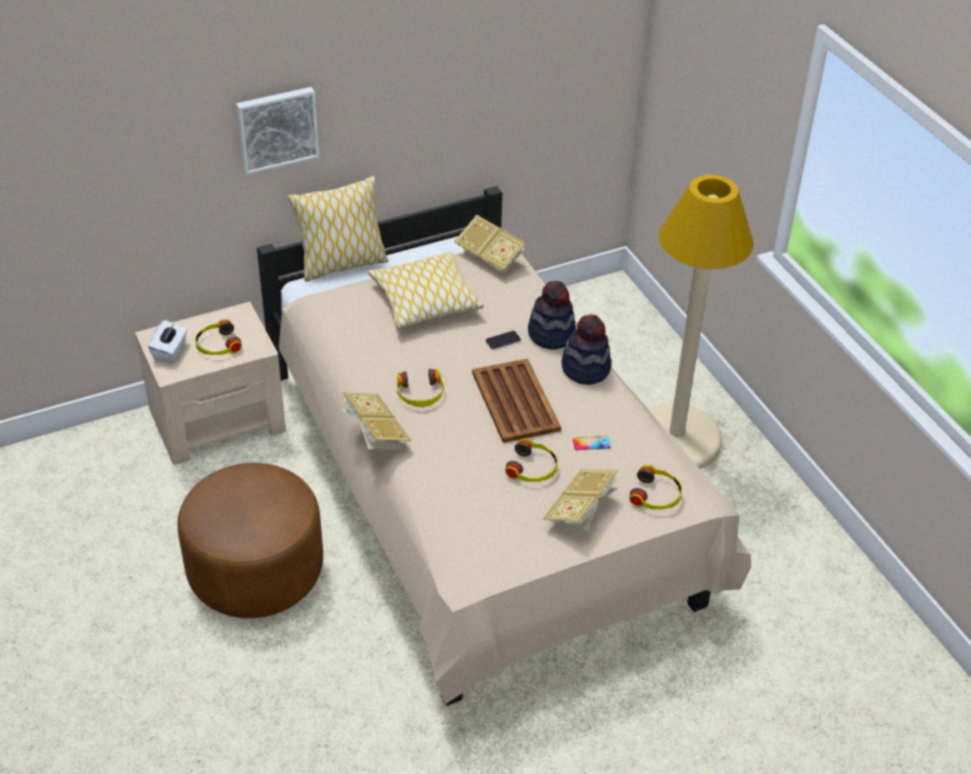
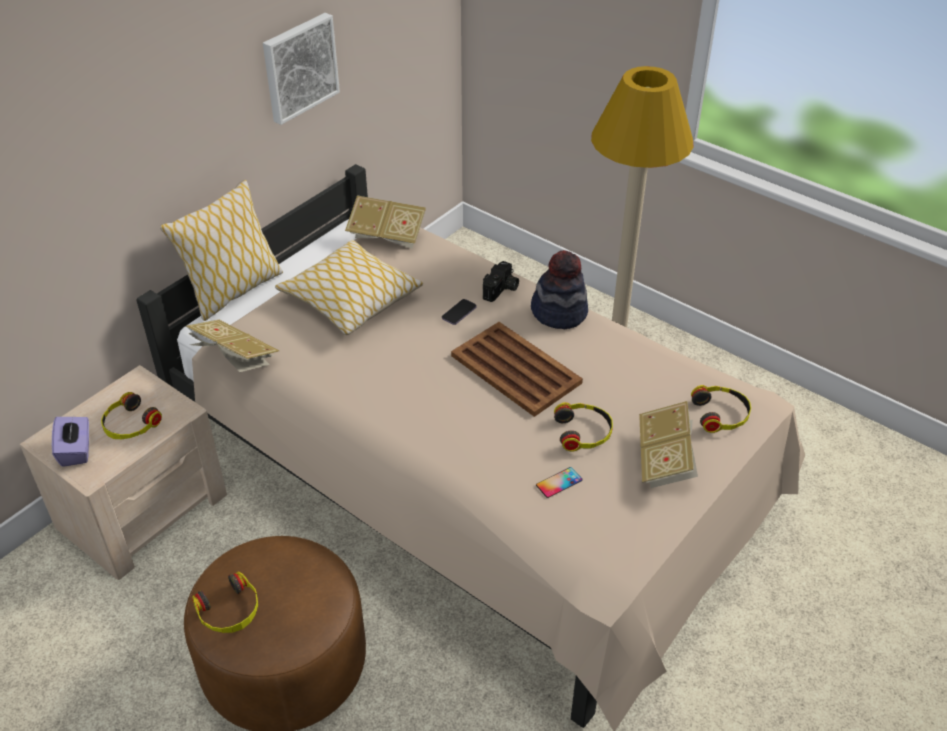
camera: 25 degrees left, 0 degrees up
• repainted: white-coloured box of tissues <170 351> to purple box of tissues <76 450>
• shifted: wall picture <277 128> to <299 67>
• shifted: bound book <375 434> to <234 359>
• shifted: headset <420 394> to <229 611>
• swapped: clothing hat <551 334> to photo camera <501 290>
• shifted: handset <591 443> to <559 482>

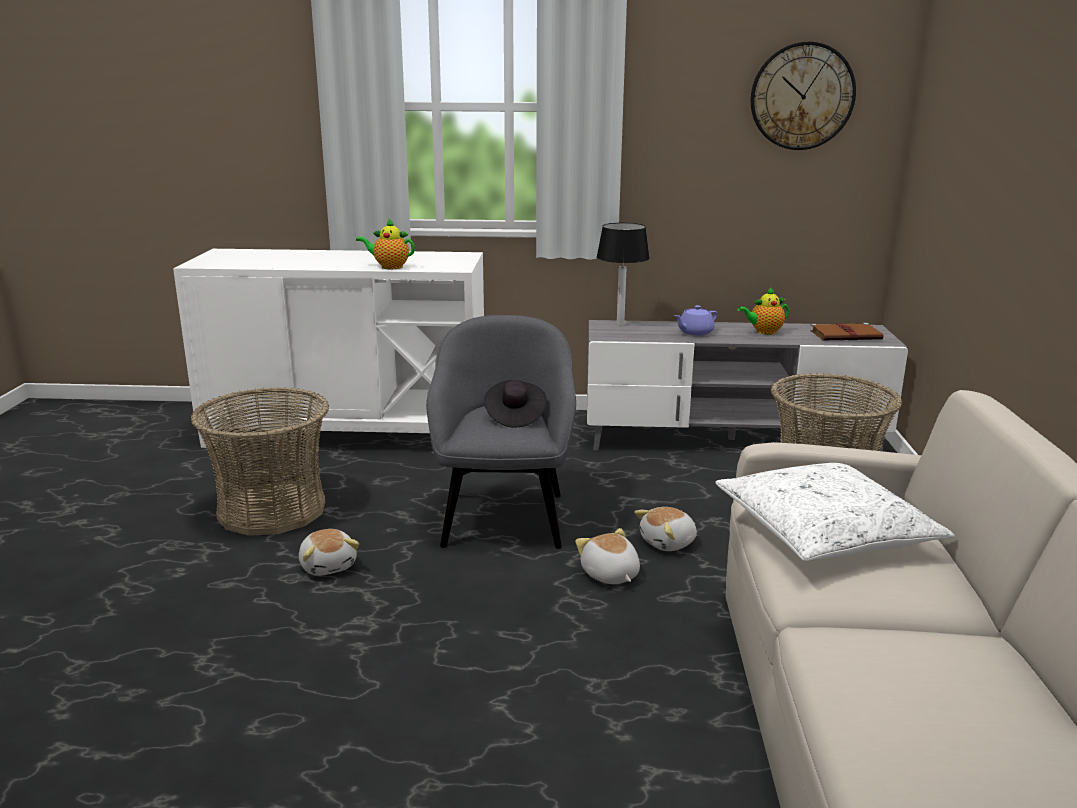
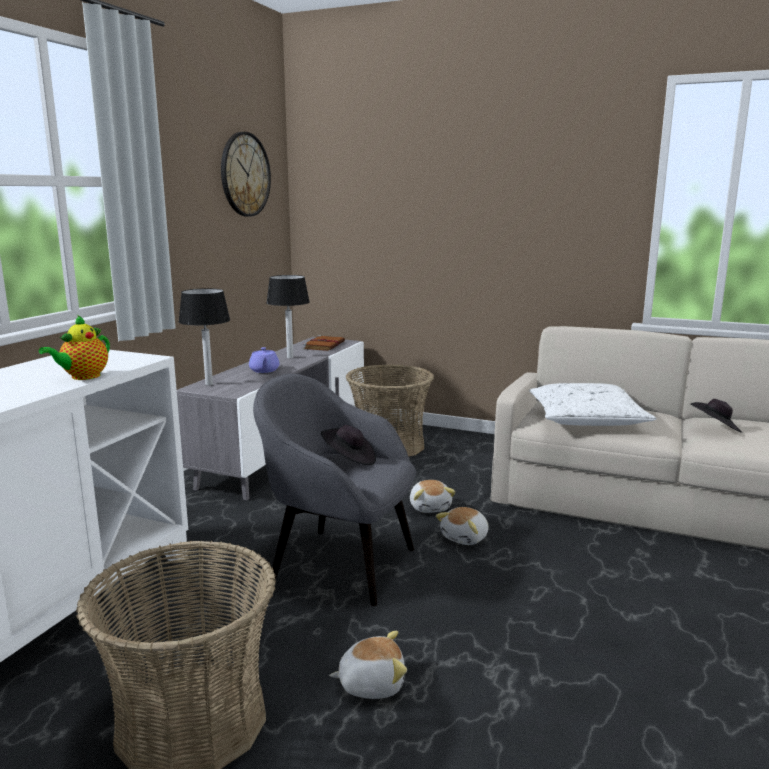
camera: 70 degrees left, 5 degrees down
• rotated: cuddly toy <609 575> = <465 538> 45 degrees counterclockwise
• swapped: tea pot <764 332> to table lamp <289 357>
• new: blackish clothing hat <715 429>

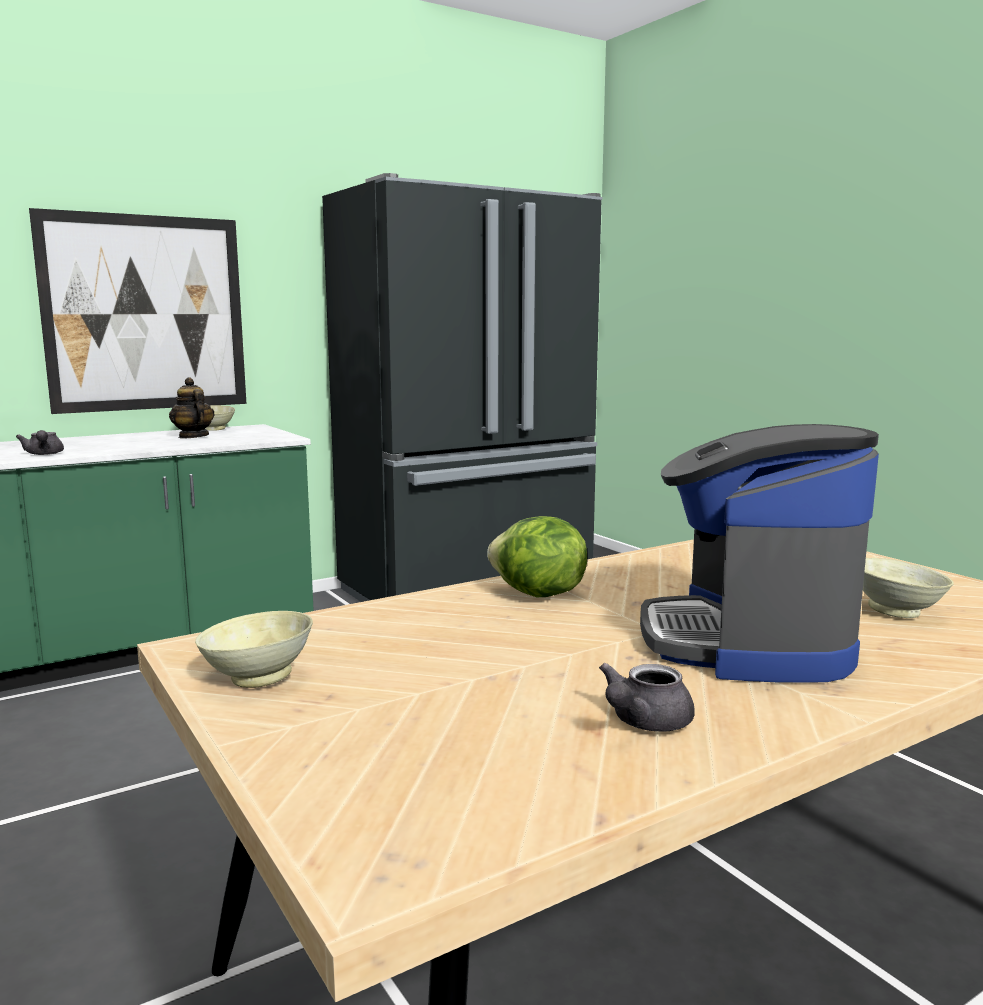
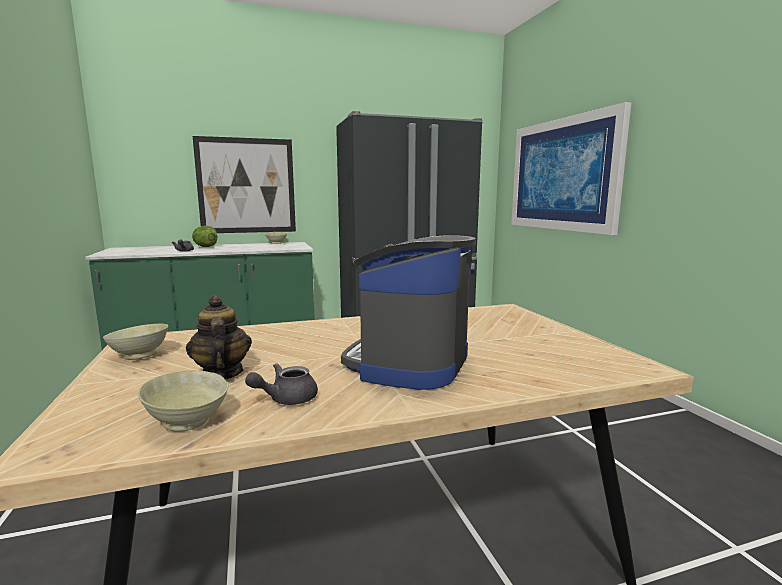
camera: 15 degrees right, 0 degrees up
• shifted: tea pot <193 436> to <221 374>
• shifted: lettuce <537 595> to <205 247>
• shifted: sand-coloured serving bowl <898 612> to <187 423>
• new: wall picture <562 175>

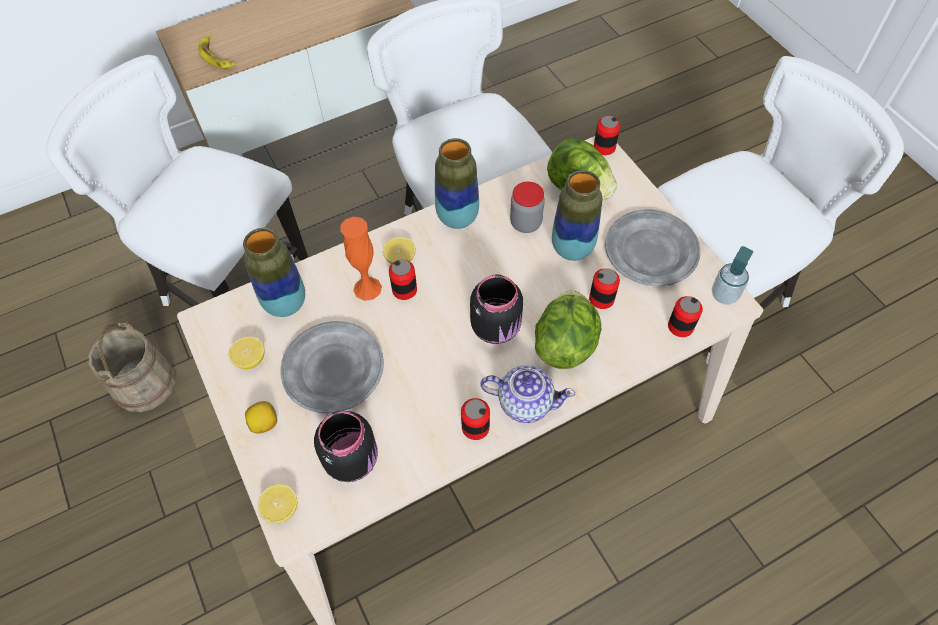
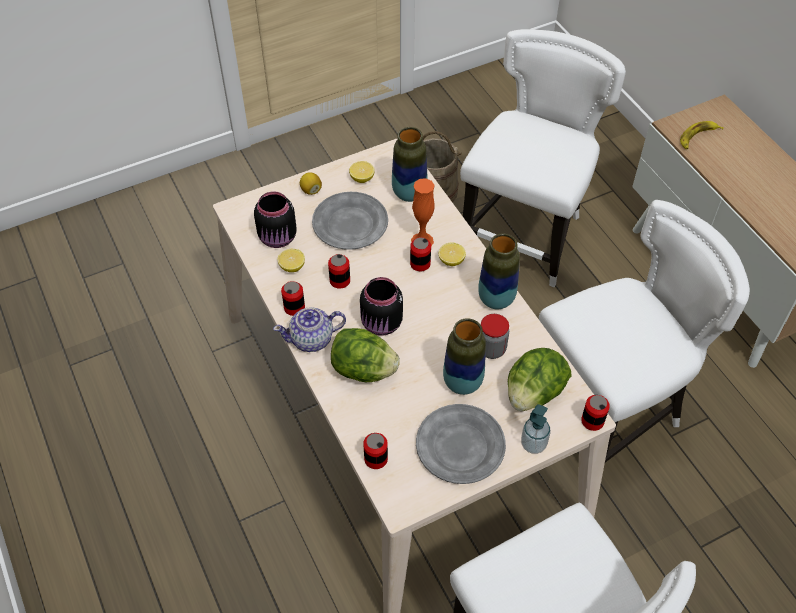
camera: 90 degrees right, 5 degrees down
• shifted: lemon <281 509> to <292 267>
• rotated: tea pot <524 402> = <312 339> 60 degrees clockwise
• shifted: can <601 299> to <340 281>
• shifted: liquid soap bottle <724 295> to <533 444>

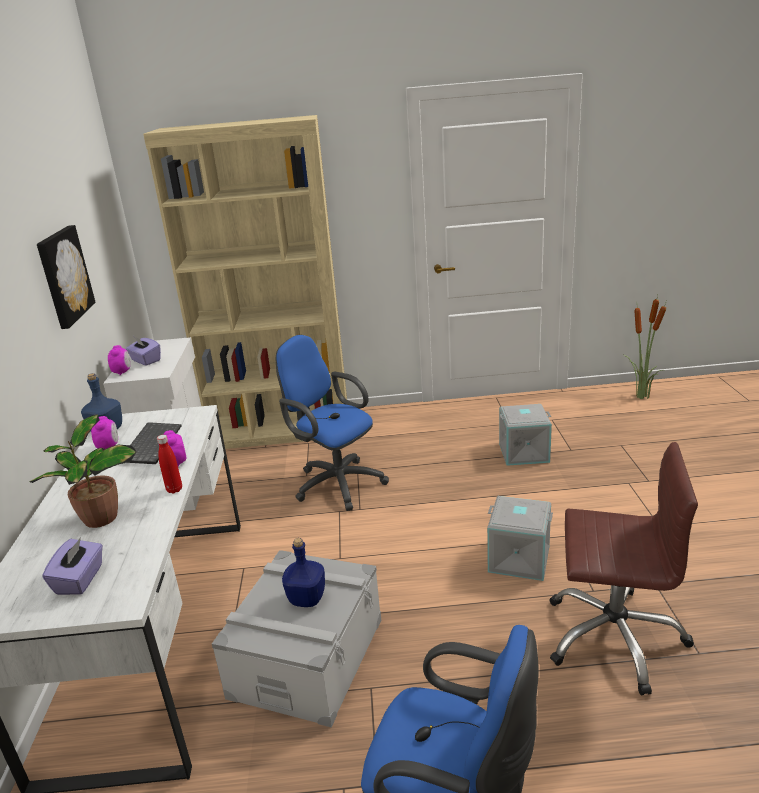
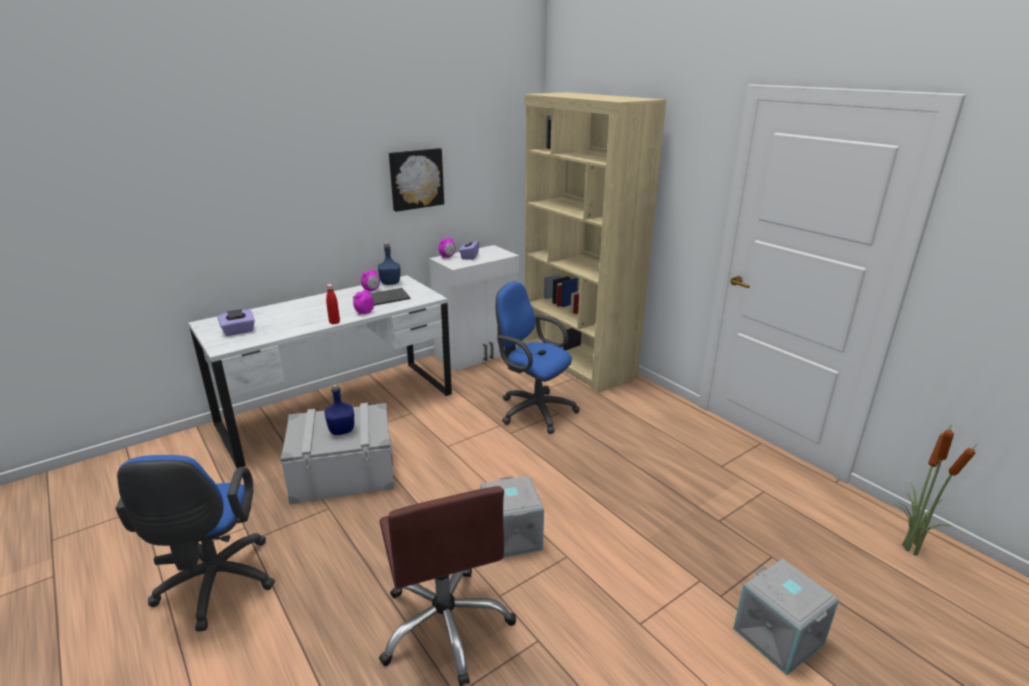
camera: 55 degrees right, 0 degrees up
• gone: houseplant <99 520>
• rotated: bluish office chair <335 483> = <533 410> 60 degrees counterclockwise
• shifted: grey storage box <524 452> to <779 636>

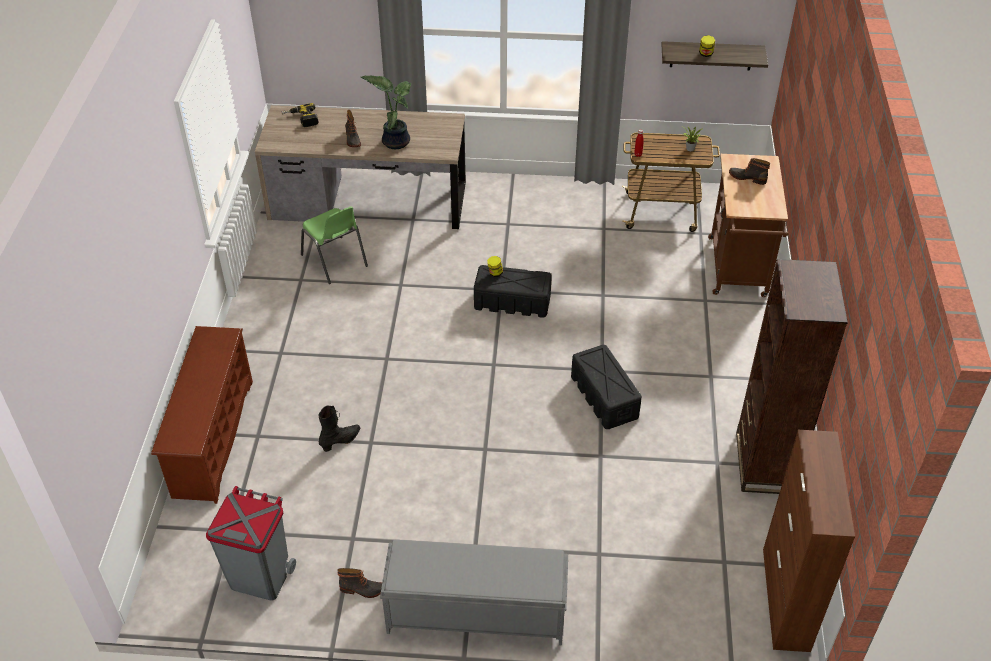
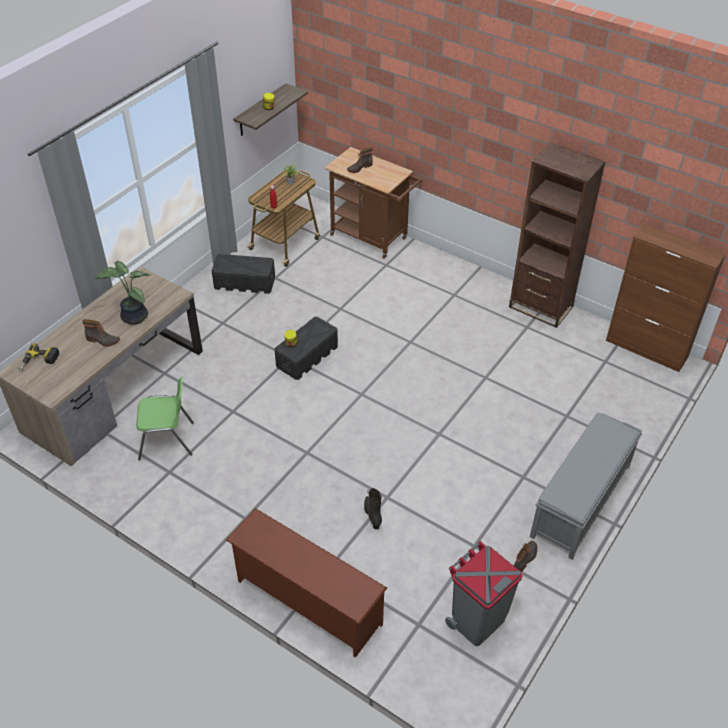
camera: 60 degrees left, 0 degrees up
• shifted: blackish storage box <604 397> to <245 283>

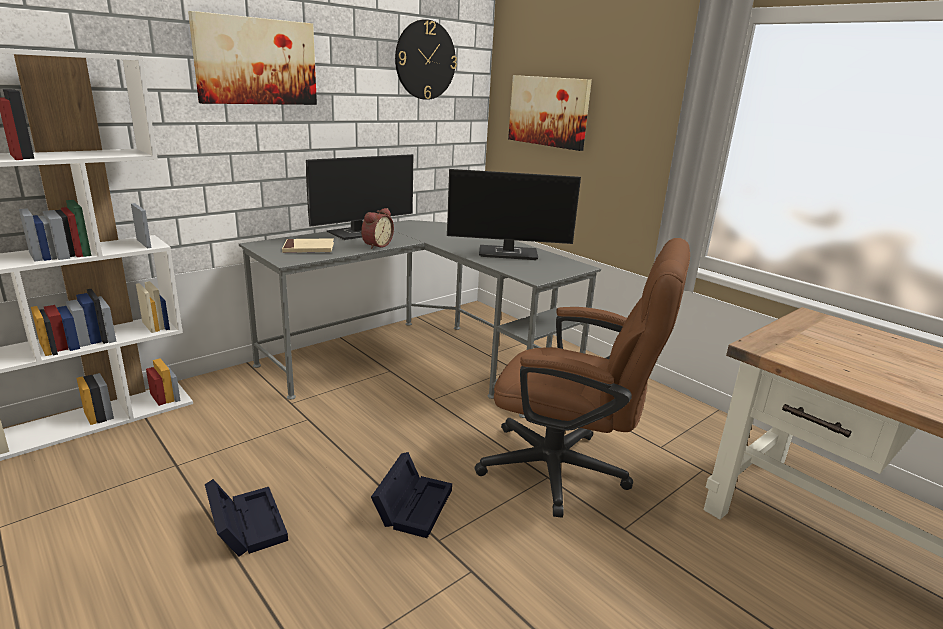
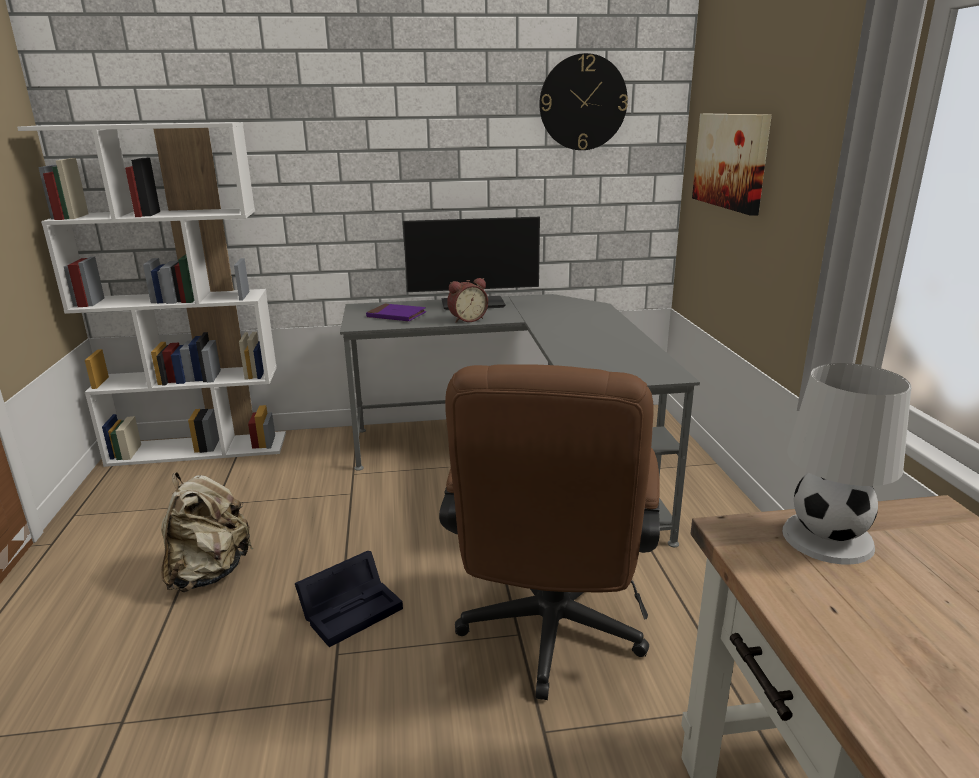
camera: 35 degrees right, 0 degrees up
• gone: wall picture <256 61>
• swapped: blackish storage box <246 524> to sand-coloured backpack <209 572>
• repainted: sand-coloured bound book <308 248> to purple bound book <396 315>
• gone: computer display <509 253>
• rotated: brown-coloured office chair <567 472> = <549 637> 45 degrees clockwise
• new: white-coloured table lamp <826 538>

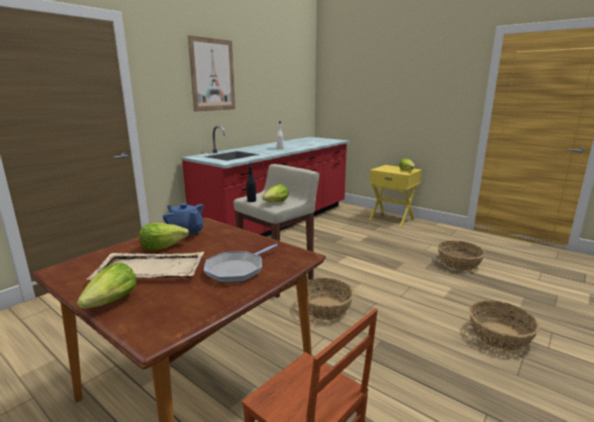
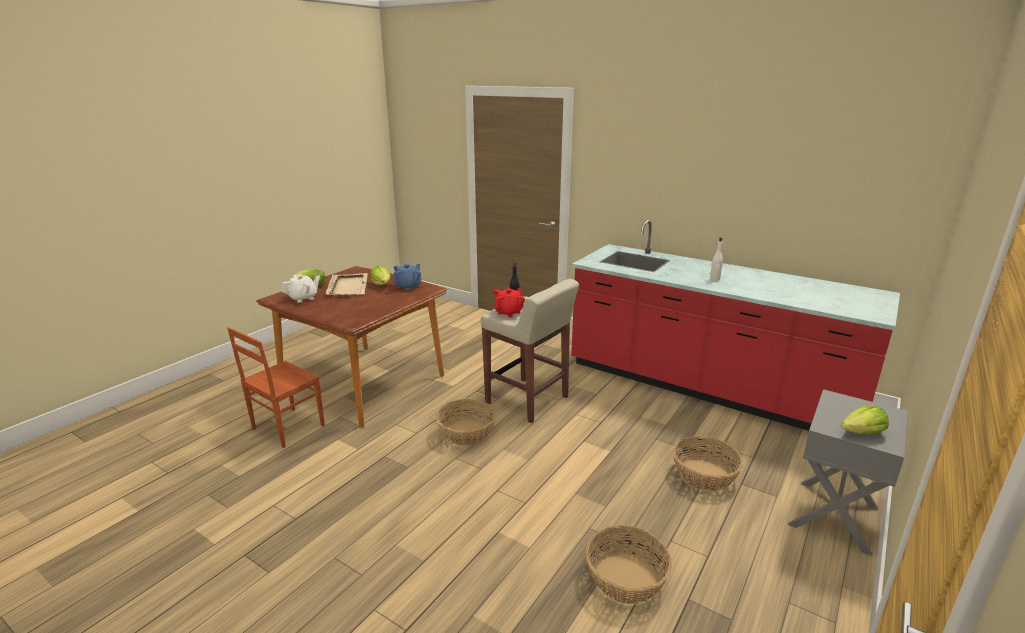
camera: 85 degrees right, 5 degrees up
• gone: wall picture <212 75>
• gone: frying pan <237 270>
• swapped: lettuce <276 203> to reddish tea pot <509 312>
• repainted: yellowish nightstand <392 218> to grey nightstand <835 516>
• shifted: storage basket <499 335> to <705 475>
• new: white-coloured tea pot <303 298>

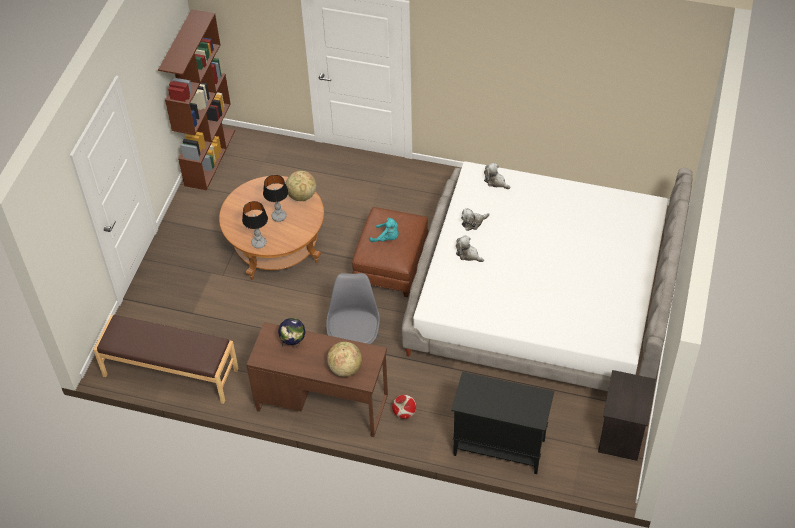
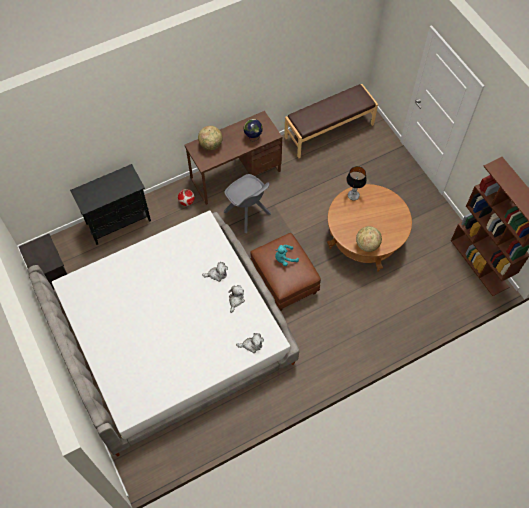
camera: 135 degrees right, 10 degrees up
• gone: table lamp <279 216>

